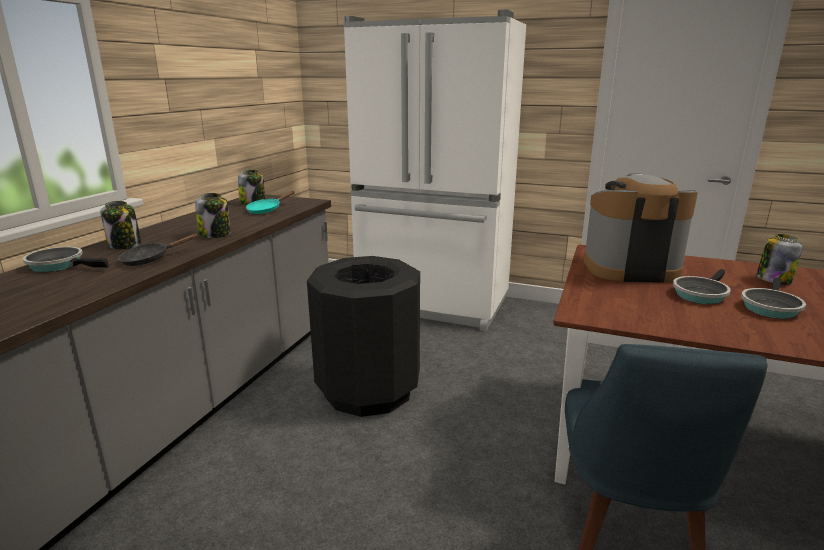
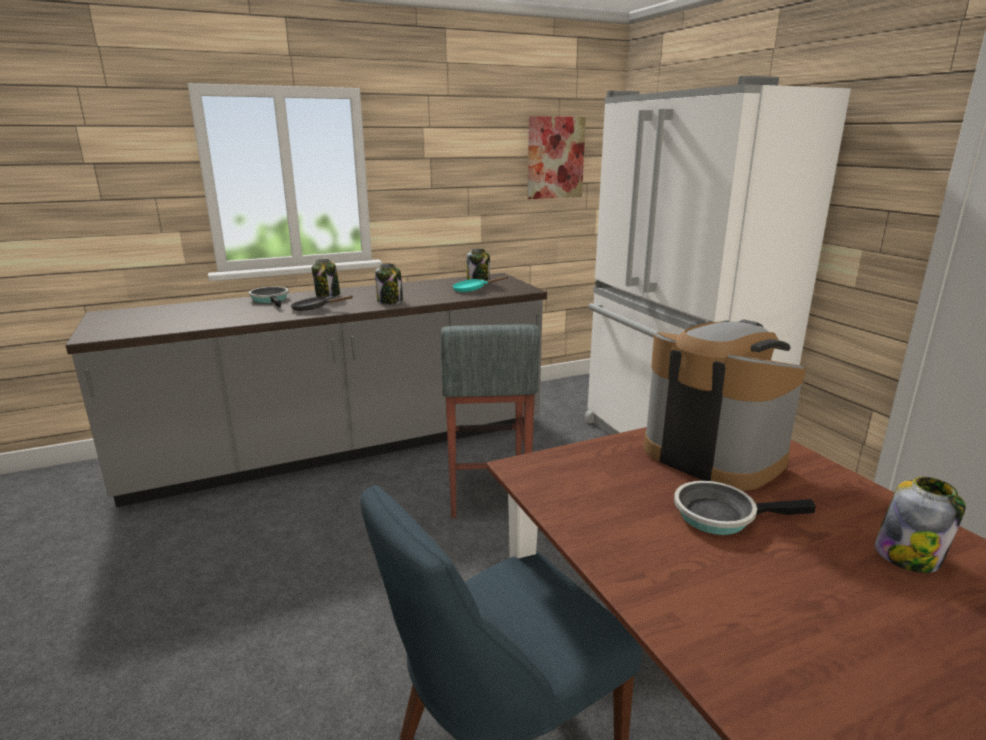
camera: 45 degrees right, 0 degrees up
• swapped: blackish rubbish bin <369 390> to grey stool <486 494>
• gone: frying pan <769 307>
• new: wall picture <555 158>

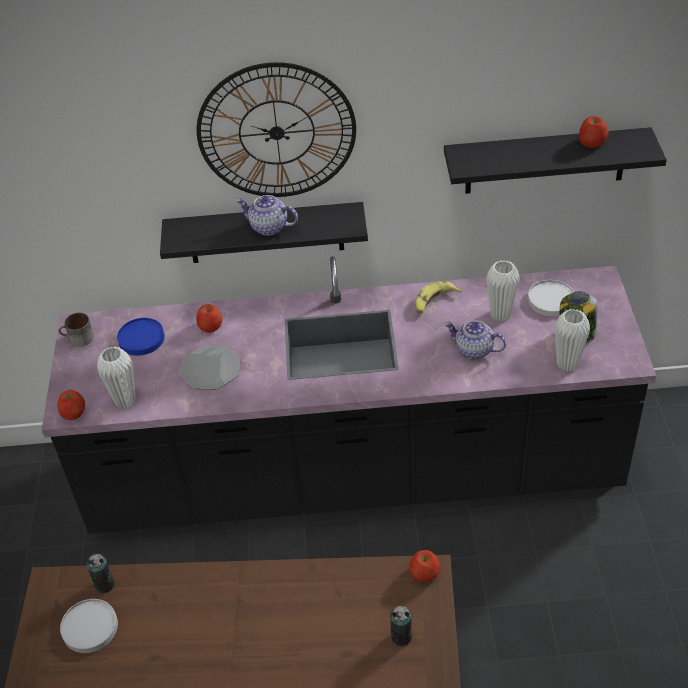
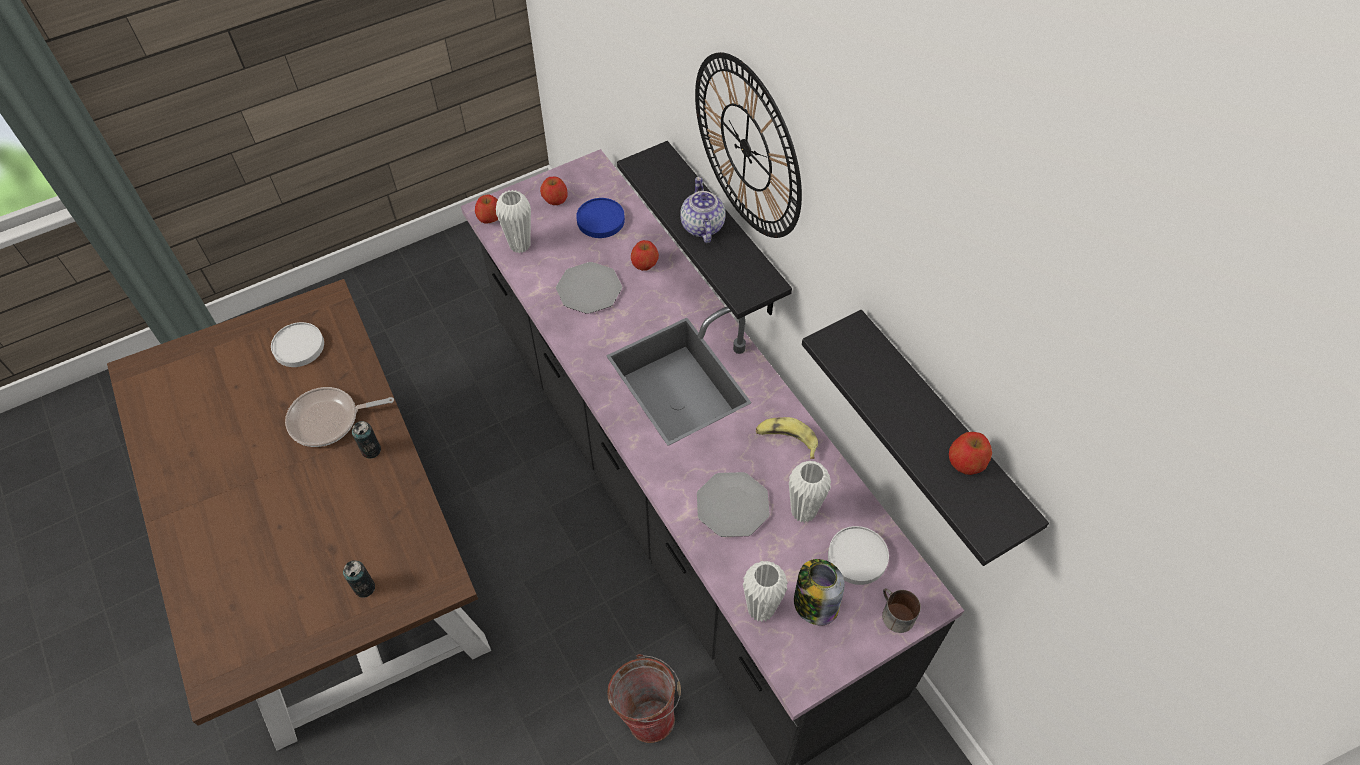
camera: 60 degrees right, 10 degrees up
• shifted: tea mug <78 339> to <894 614>
• shifted: can <105 585> to <371 450>
• shifted: apple fruit <424 573> to <555 198>
• swapped: tea pot <473 350> to flat dish <732 505>
• new: frying pan <329 420>
• new: water bucket <646 711>

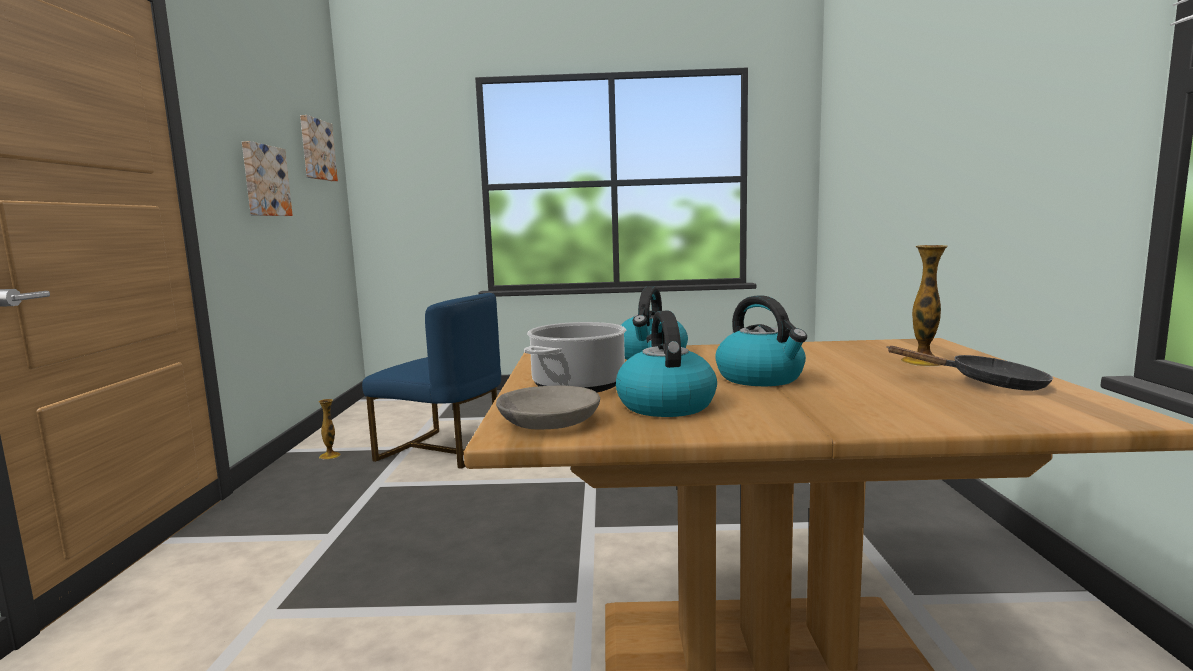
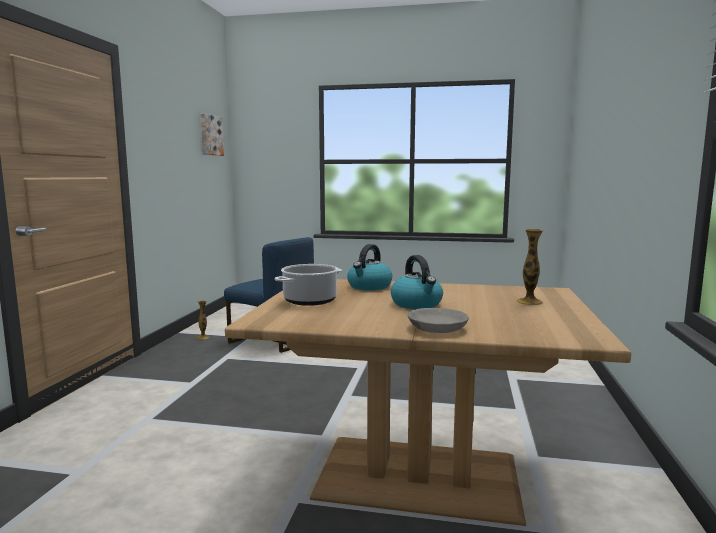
camera: 10 degrees right, 0 degrees up
• gone: wall picture <264 181>
• shifted: grey serving bowl <547 421> to <436 328>
• gone: tea kettle <665 405>
• gone: blackish frying pan <987 384>

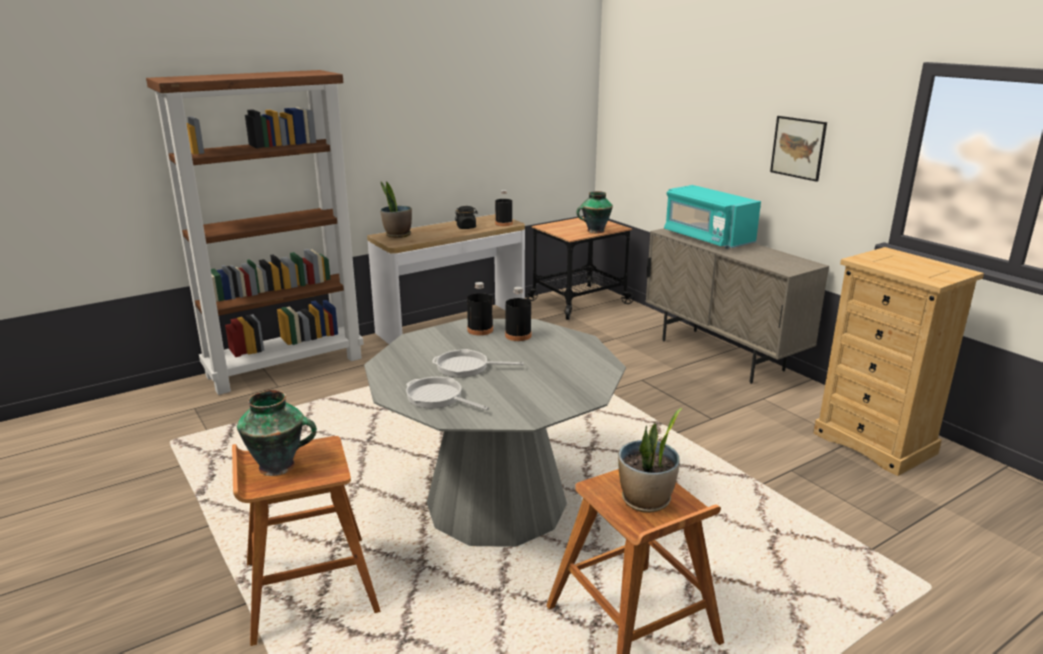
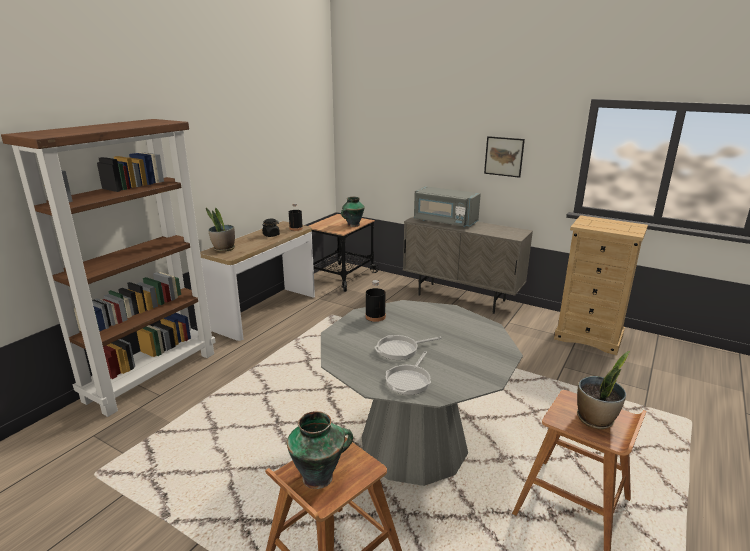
camera: 25 degrees left, 0 degrees up
• rotated: frying pan <438 397> = <409 380> 75 degrees counterclockwise
• gone: blackish drink bottle <518 335>
• repainted: turquoise kitchen microwave <706 238> to grey kitchen microwave <444 221>

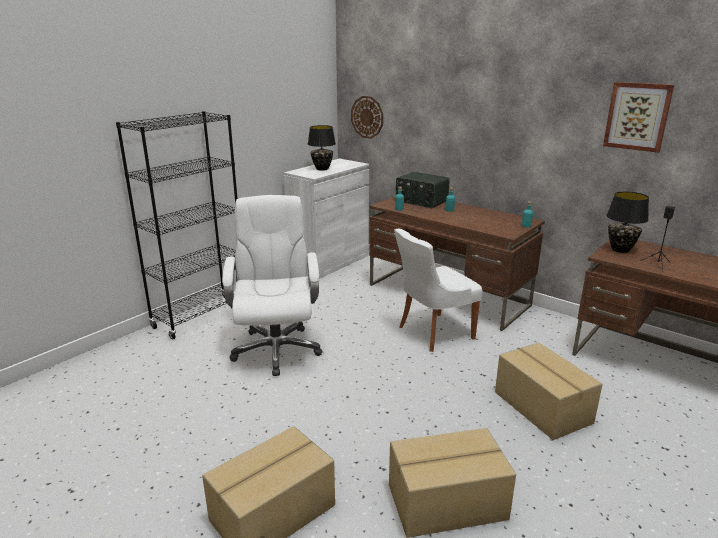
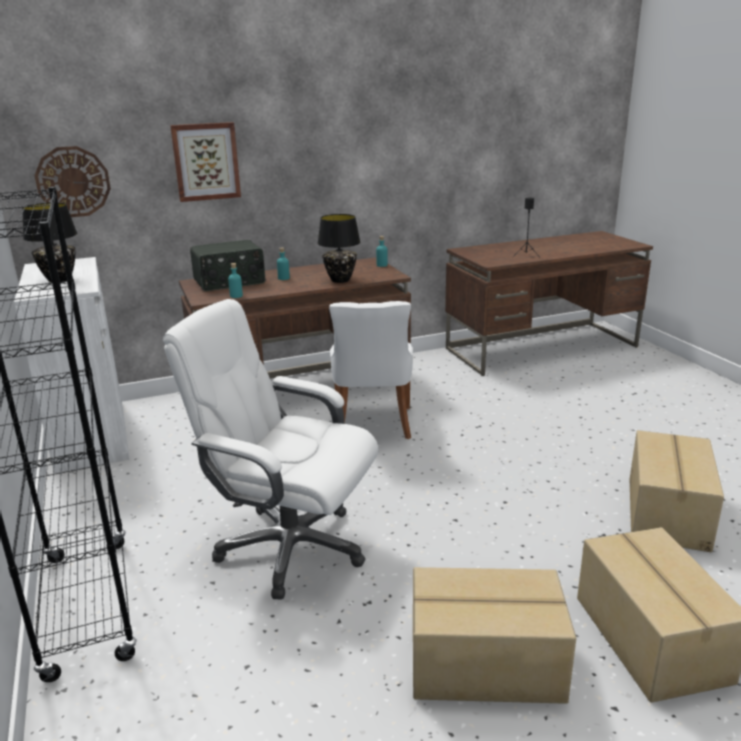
camera: 60 degrees left, 0 degrees up
• shifted: carton <541 408> to <486 665>
• shifted: wall picture <637 116> to <206 161>
• shifted: blackish table lamp <620 250> to <340 280>

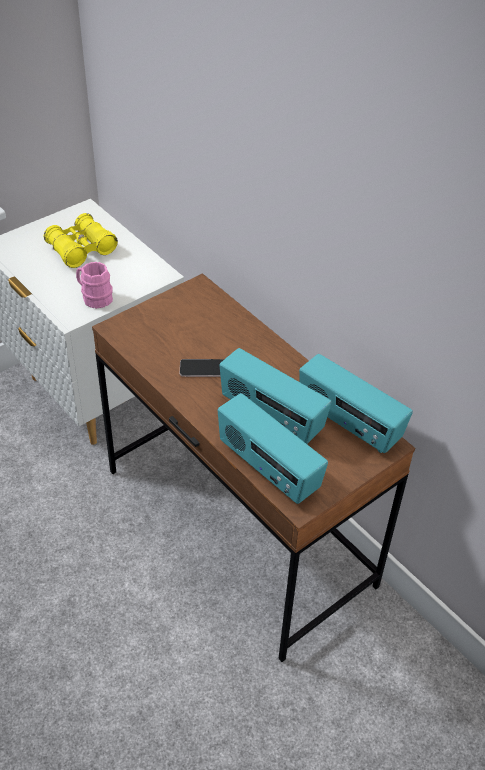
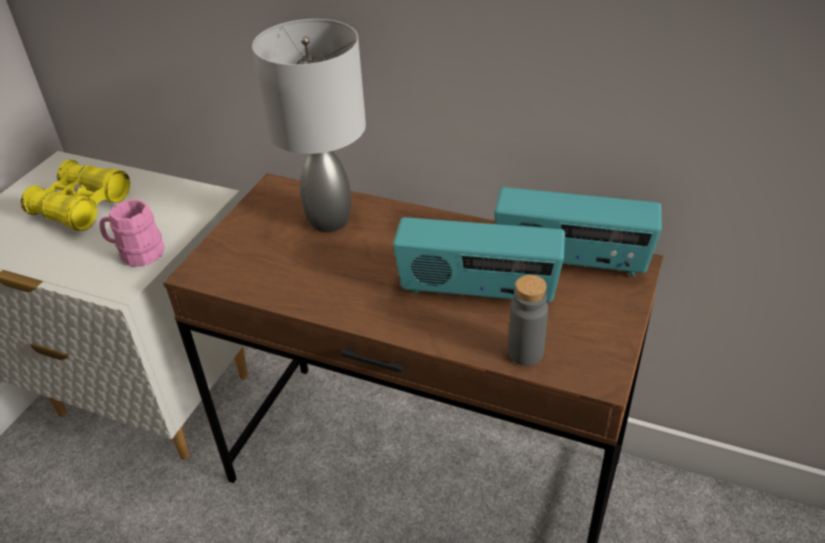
camera: 25 degrees left, 5 degrees down
• gone: handset <203 368>
• swapped: radio <267 469> to grey drink bottle <525 353>
• new: grey table lamp <328 221>

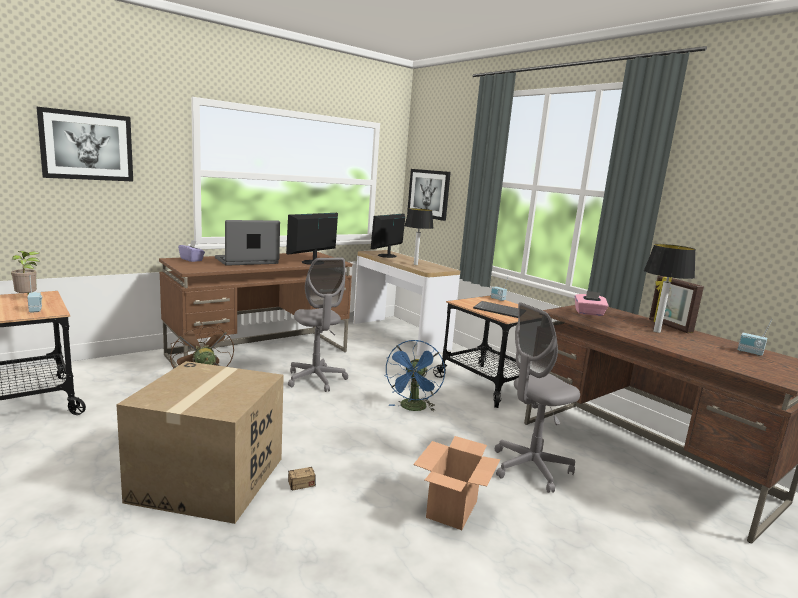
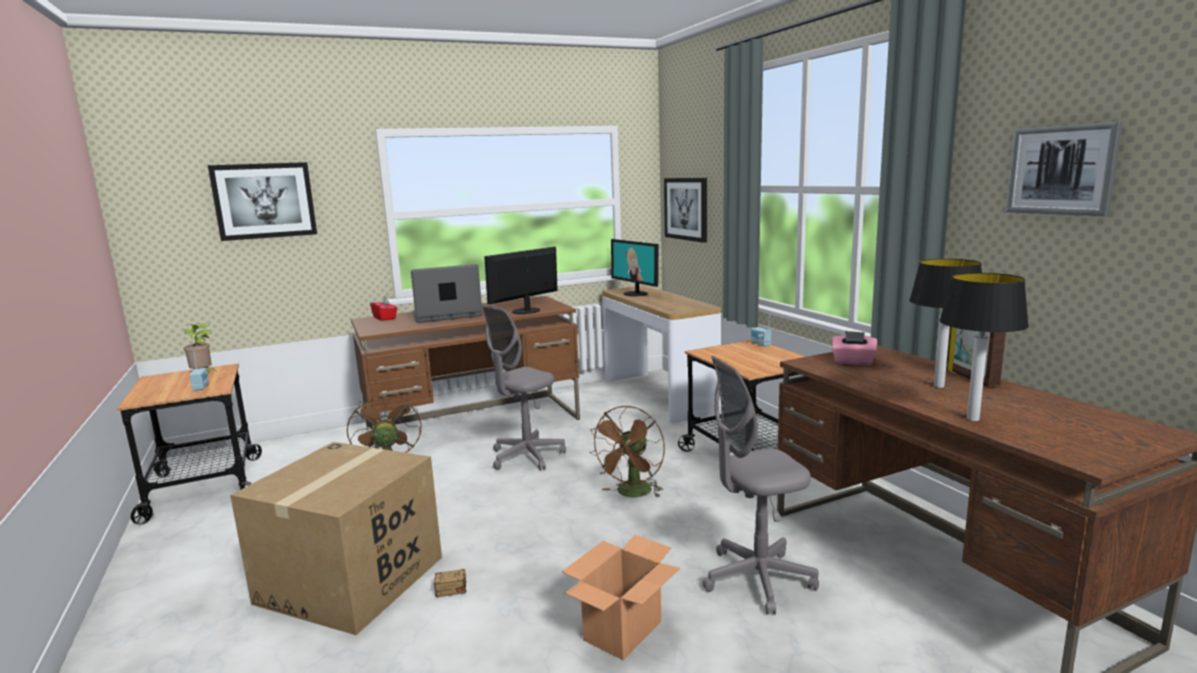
camera: 15 degrees right, 0 degrees up
• repainted: purple box of tissues <192 260> to reddish box of tissues <385 318>
• rotated: grey office chair <316 379> = <526 456> 60 degrees clockwise
• rotated: computer display <387 256> = <636 294> 75 degrees counterclockwise
• repainted: bluish fan <413 408> to brown-coloured fan <632 494>
• shifted: table lamp <415 264> to <972 418>
• gone: keyboard <500 311>
• gone: radio <750 353>
• new: wall picture <1061 170>

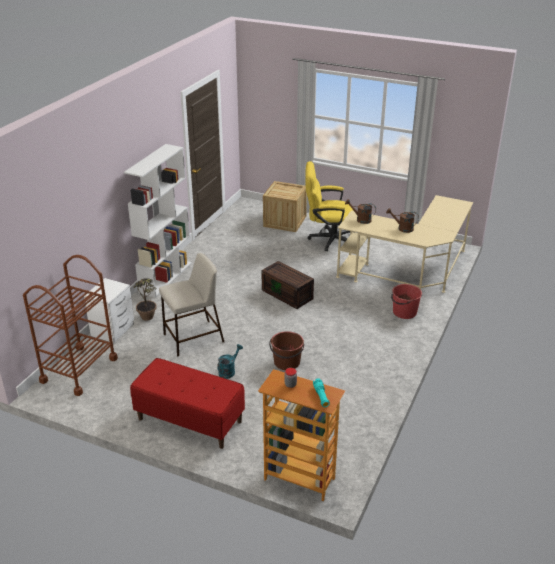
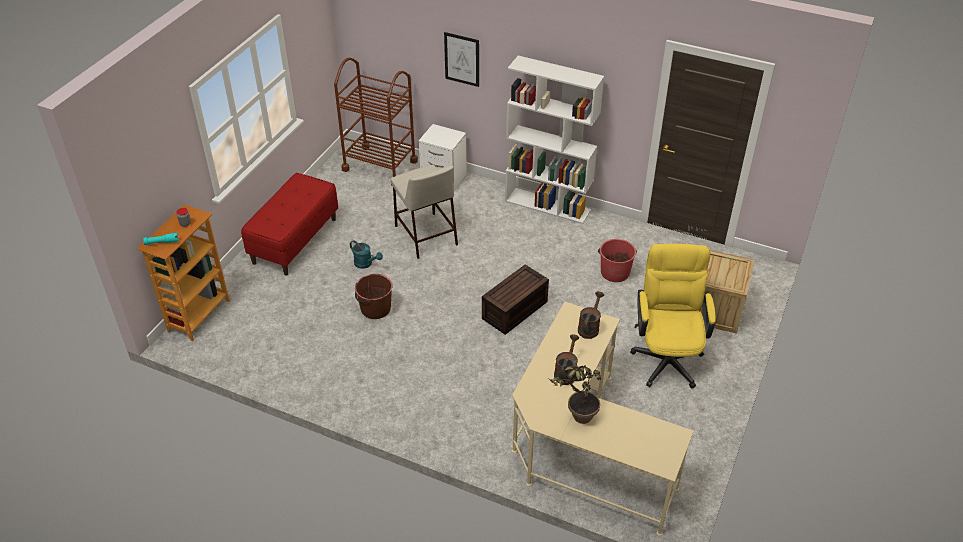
camera: 90 degrees right, 10 degrees up
• shifted: houseplant <148 319> to <576 418>
• shifted: reddish water bucket <404 312> to <614 272>
• new: wall picture <462 59>

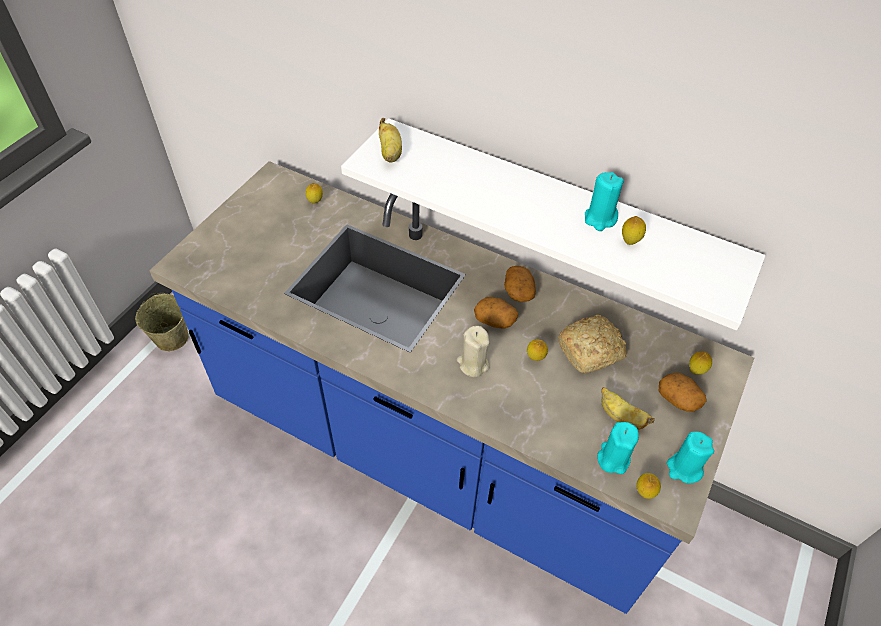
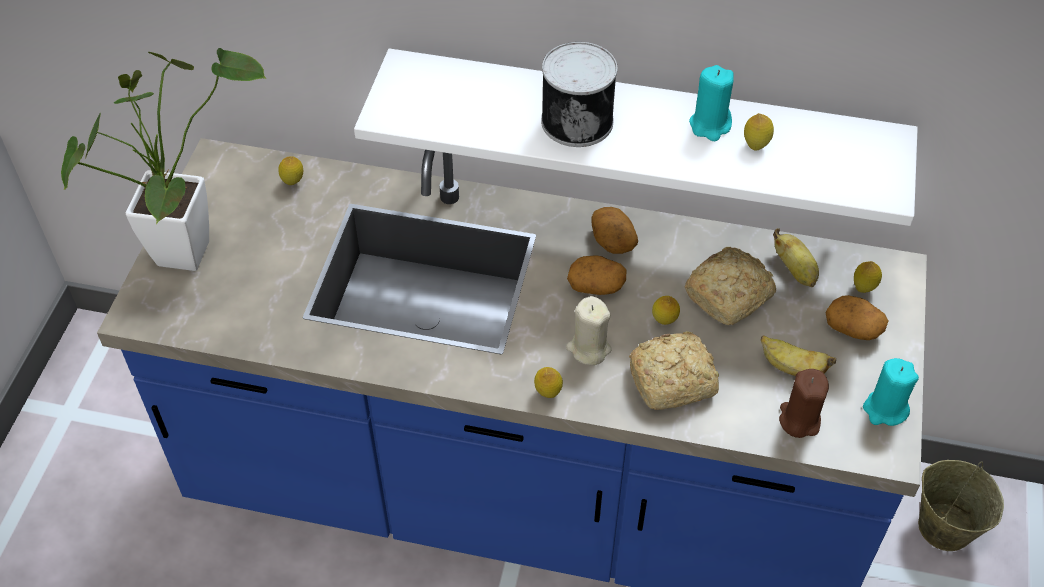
camera: 15 degrees left, 0 degrees up
• shifted: sand-coloured water bucket <171 337> to <944 526>
• shifted: banana fruit <390 153> to <795 271>
• repainted: turquoise wax candle <613 458> to brown-coloured wax candle <799 419>
• shifted: lemon <644 493> to <548 394>
• new: houseplant <189 244>
• new: can <577 120>
• new: baked bread <674 380>

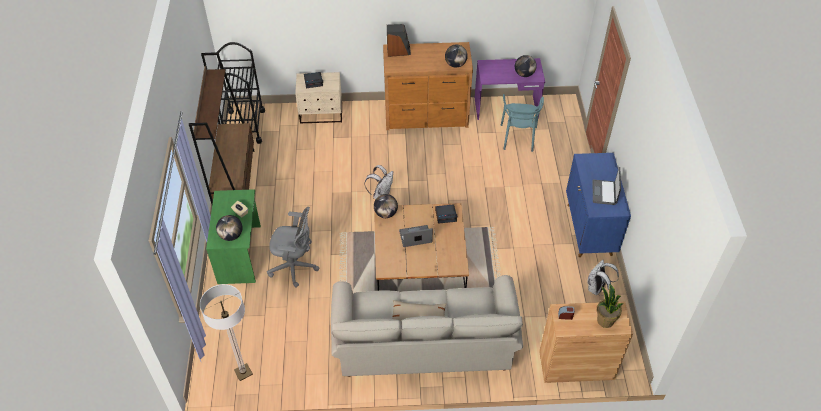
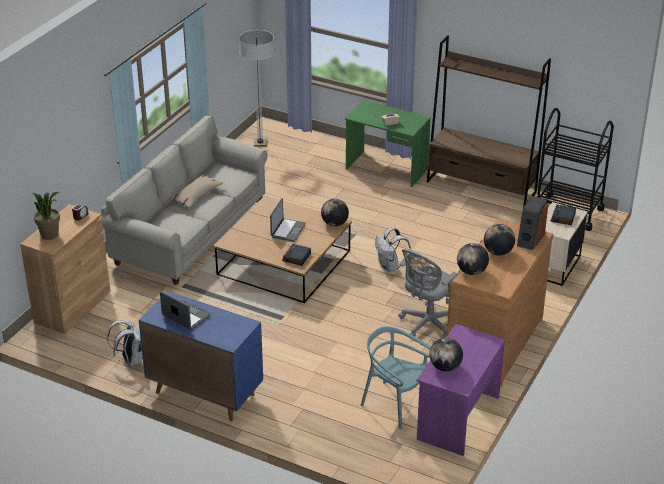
camera: 120 degrees right, 15 degrees down
• shifted: desk globe <231 235> to <498 252>
• shifted: grey office chair <295 267> to <427 324>

